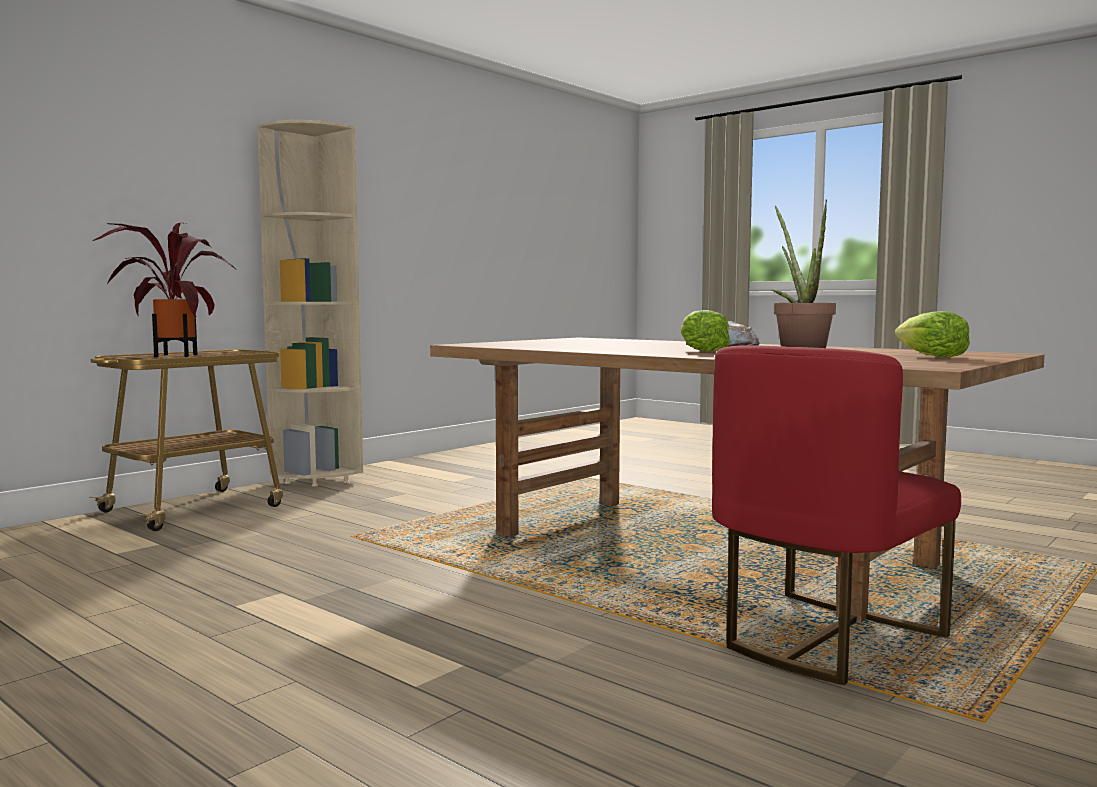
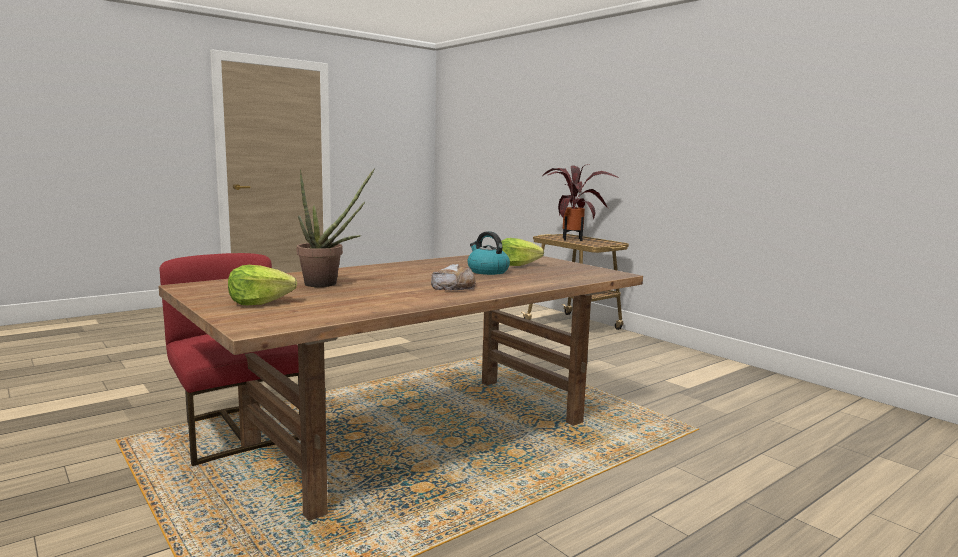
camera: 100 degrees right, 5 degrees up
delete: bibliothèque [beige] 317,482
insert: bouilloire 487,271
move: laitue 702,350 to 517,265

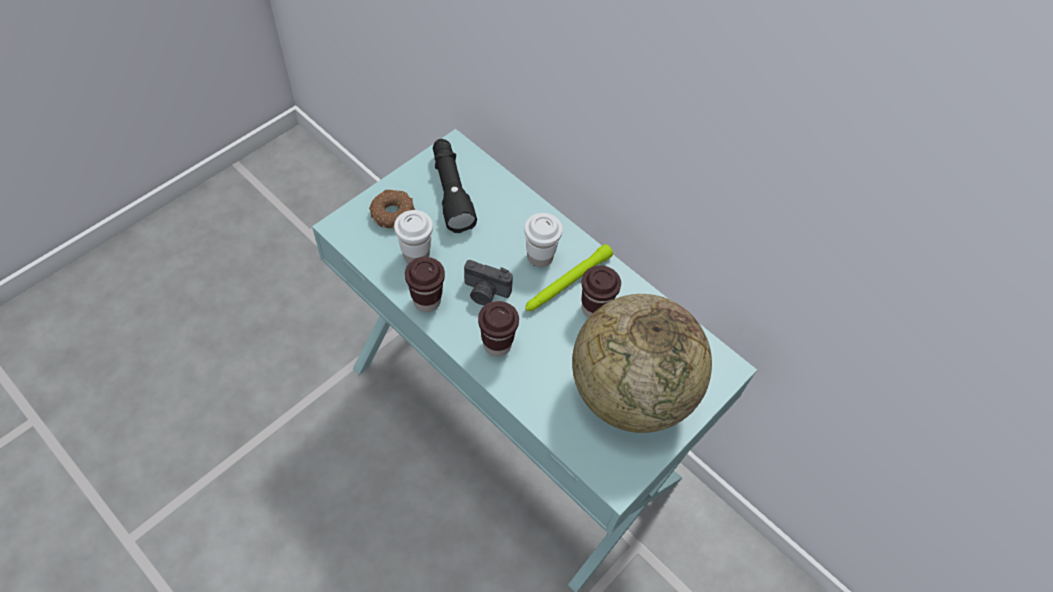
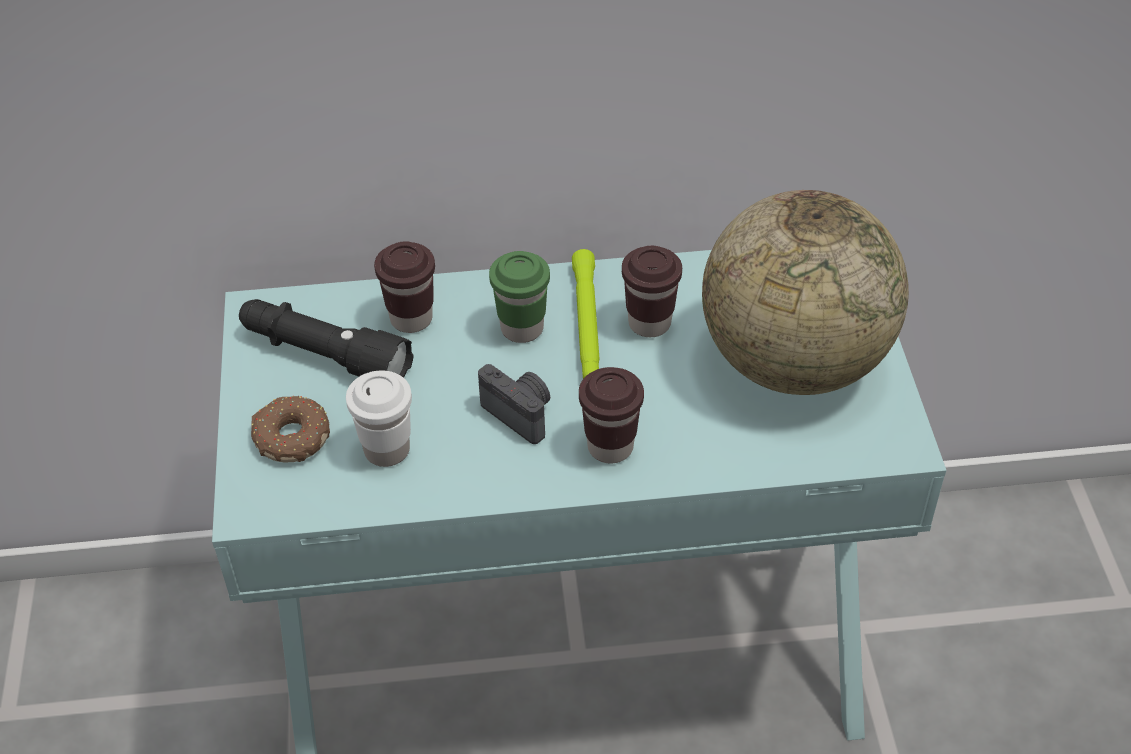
camera: 45 degrees left, 10 degrees down
move: tasse [marron] 427,301 to 411,319
recolor: tasse [blanc] 540,257 to tasse [vert] 522,328
rotate: appareil photo 485,292 = 521,413 105 degrees counterclockwise

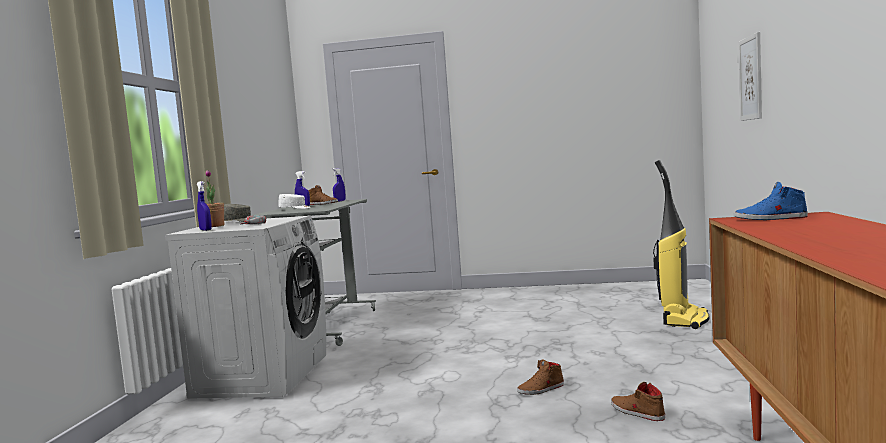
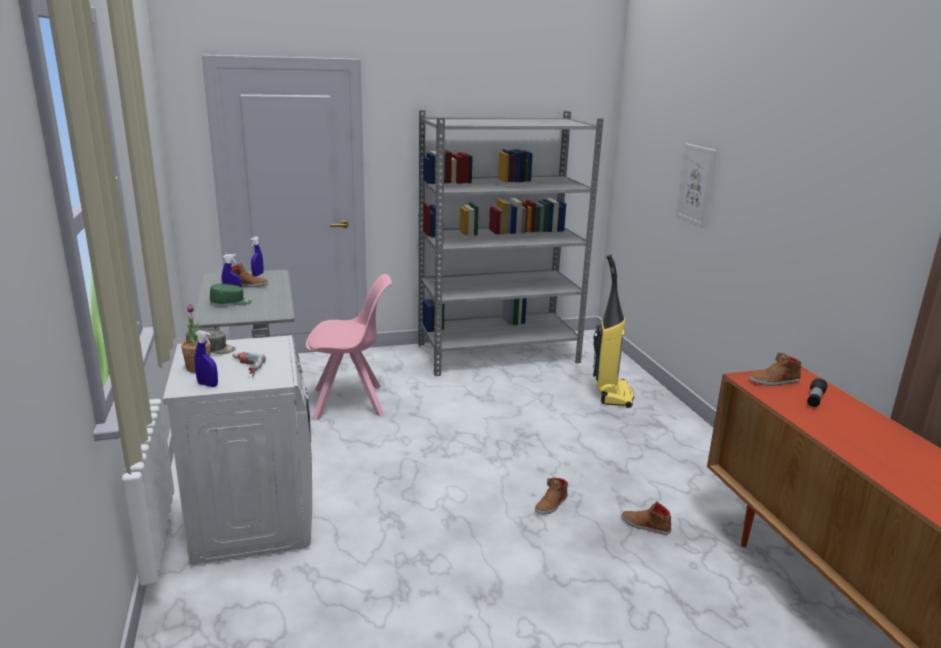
camera: 25 degrees left, 15 degrees up
insert: chaise [rose] 350,402; bibliothèque [gris] 498,353; lampe de poche 814,399
recolor: casquette [blanc] 295,209 to casquette [vert] 231,303; chaussure [bleu] 771,218 to chaussure [marron] 774,381

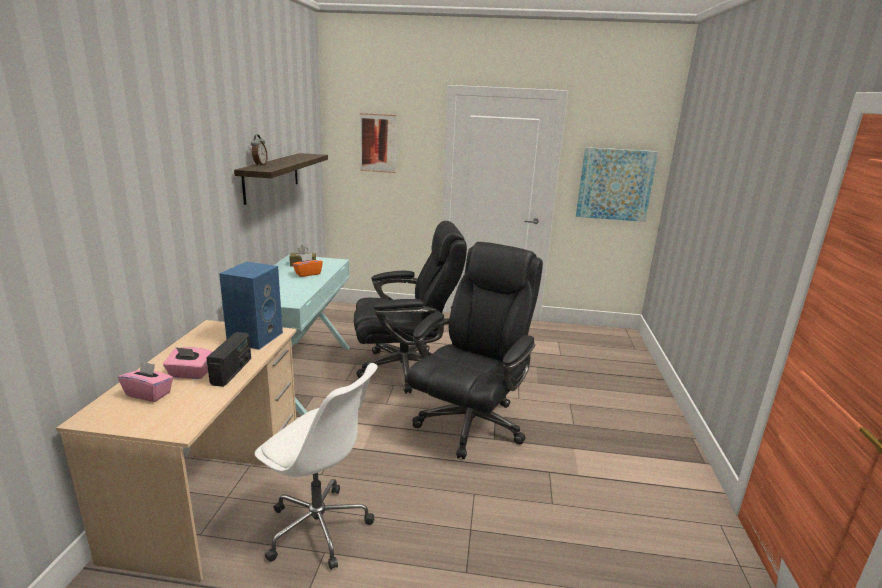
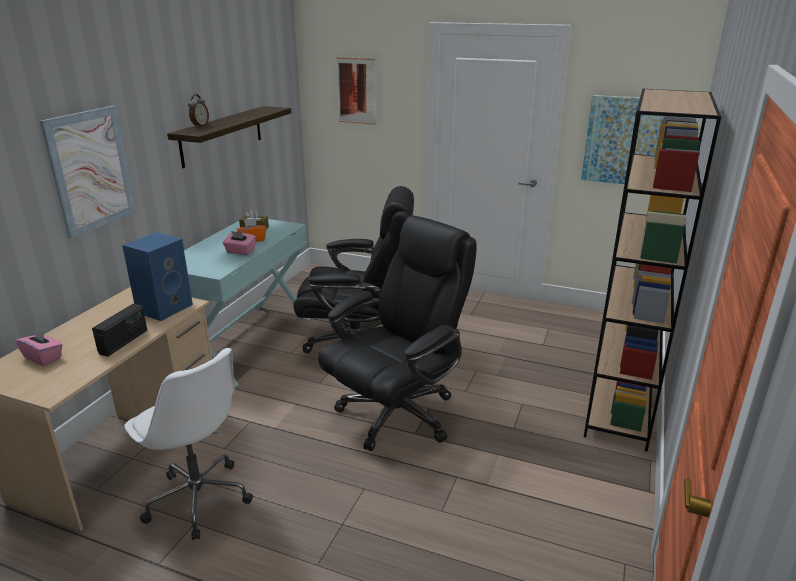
camera: 15 degrees right, 5 degrees up
insert: tableau 91,170; bibliothèque [beige] 620,407
move: boîte à mouchoirs [rose] 190,374 to 240,251

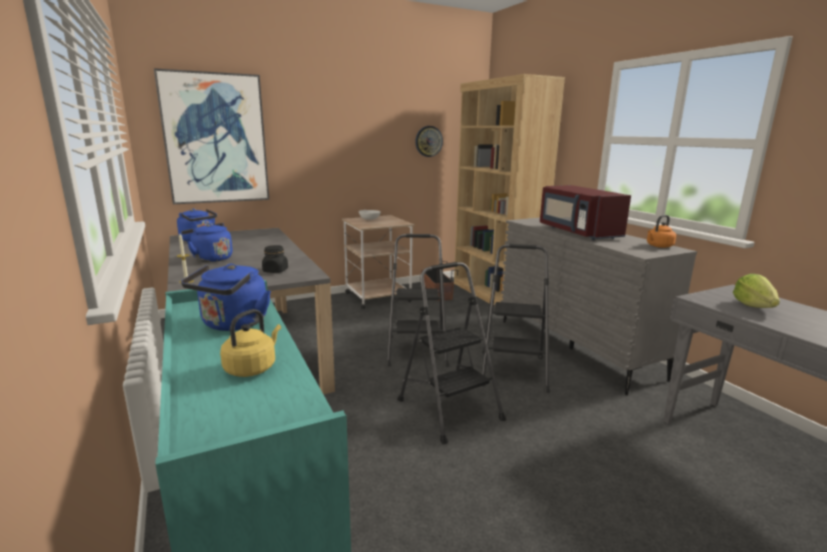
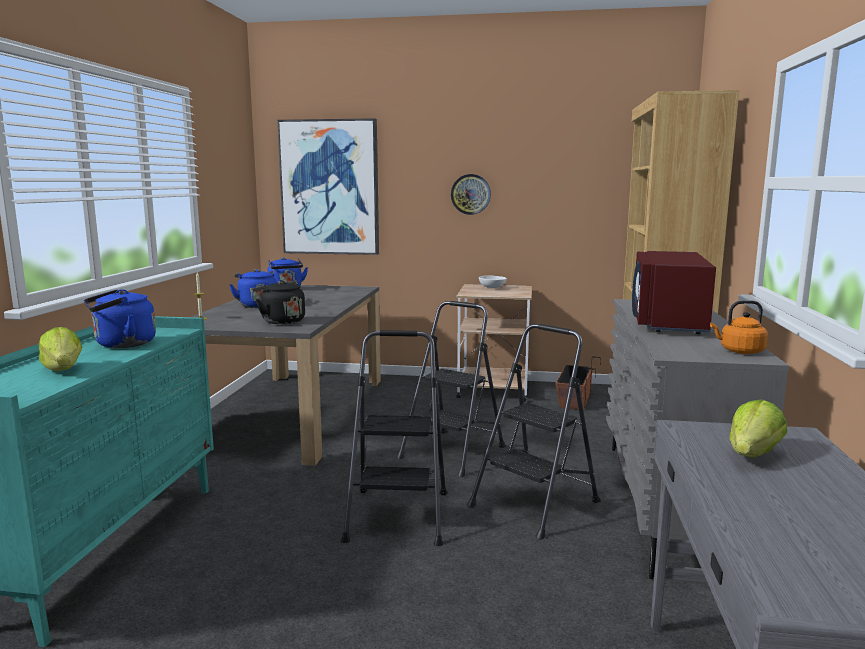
camera: 35 degrees right, 5 degrees down
move: horloge murale 428,141 to 470,194
replace: bouilloire [jaune] 252,368 to laitue 63,370; bocal [noir] 275,271 to bouilloire [noir] 281,321

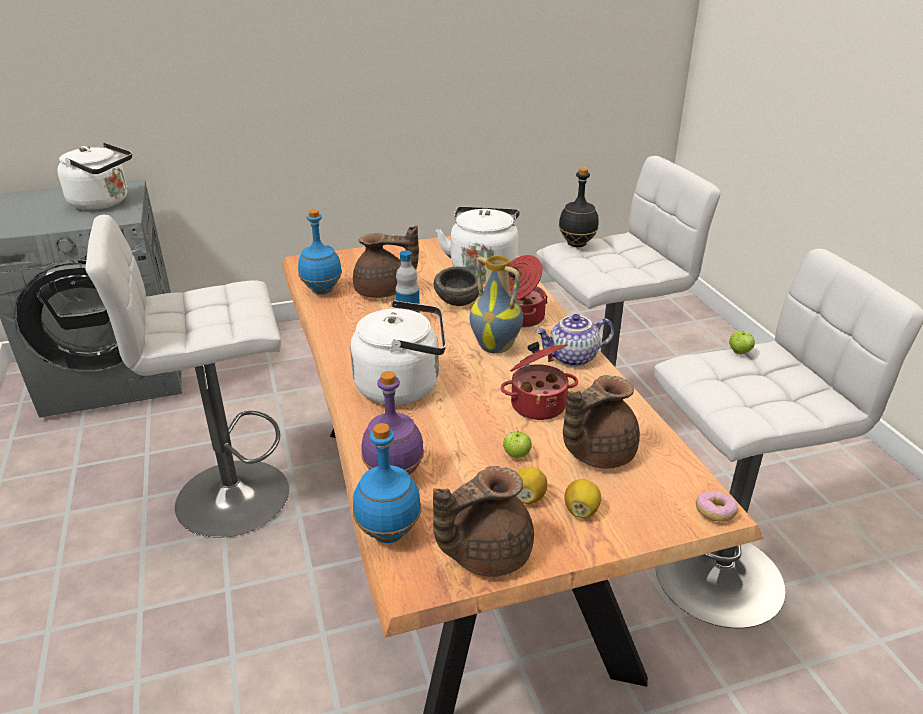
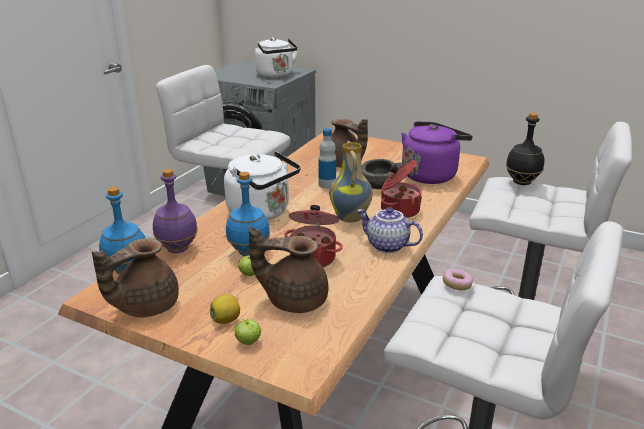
camera: 45 degrees right, 5 degrees down
delete: citron 528,497
move: bouteille [bleu] 322,291 to 248,252; pomme 739,352 to 248,342; beignet 714,513 to 456,285
recolor: bouilloire [blanc] 483,268 to bouilloire [violet] 431,175
rotate: théière [marron] 485,553 = 145,306 60 degrees counterclockwise

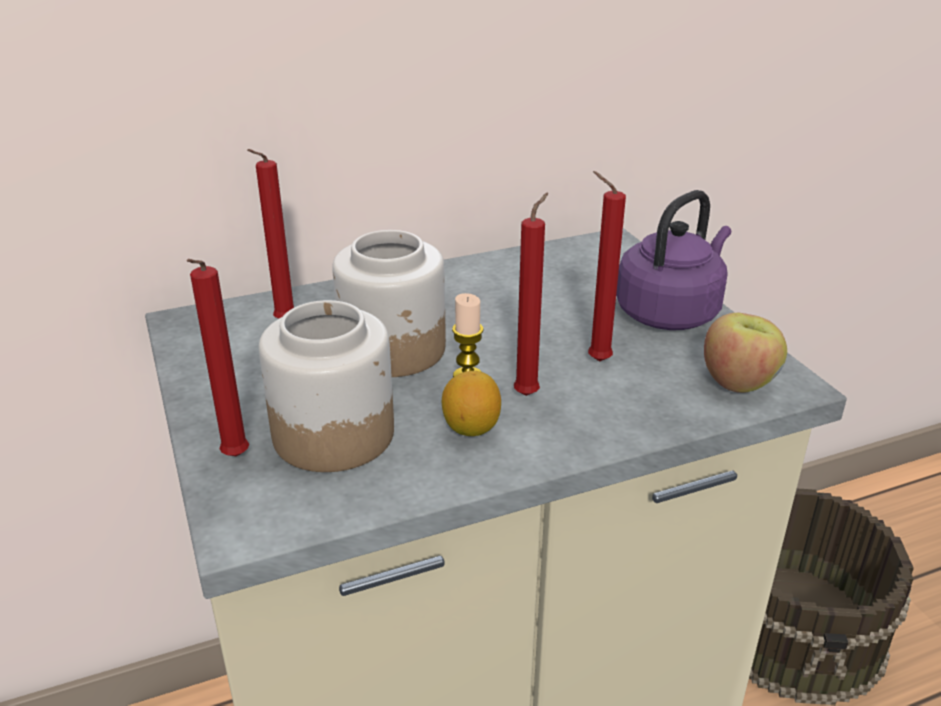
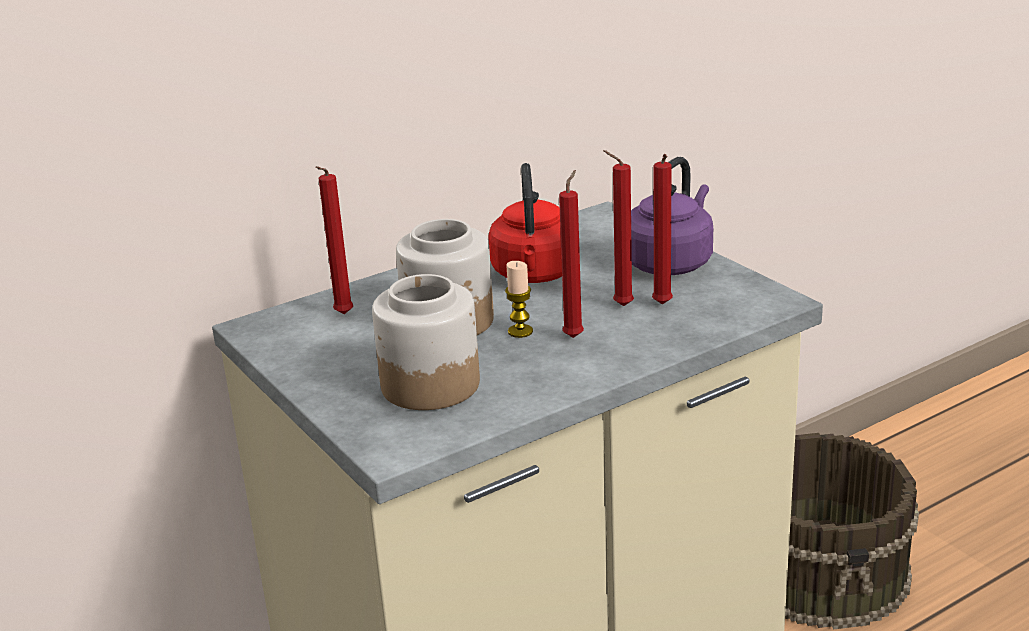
camera: 10 degrees left, 5 degrees down
delete: citron 471,428; pomme 738,382
insert: bouilloire [rouge] 535,275
move: bougie [rouge] 233,459 to 662,306

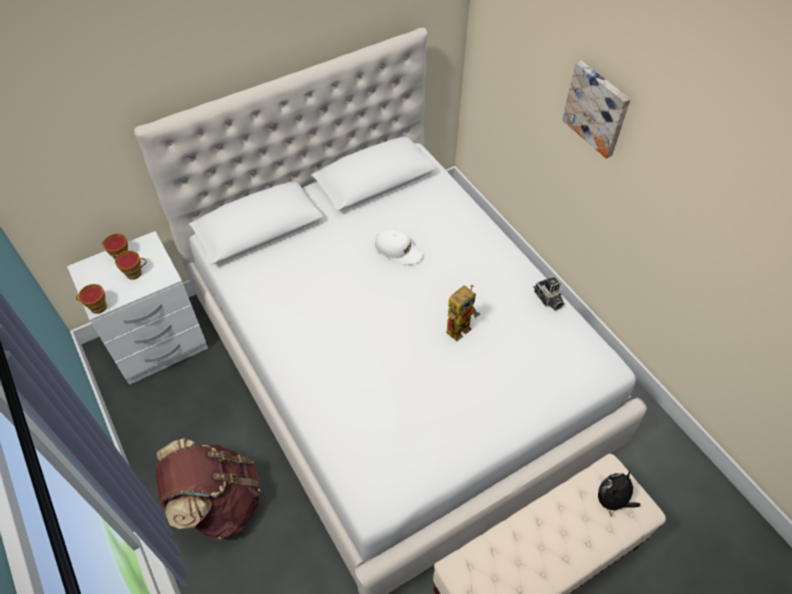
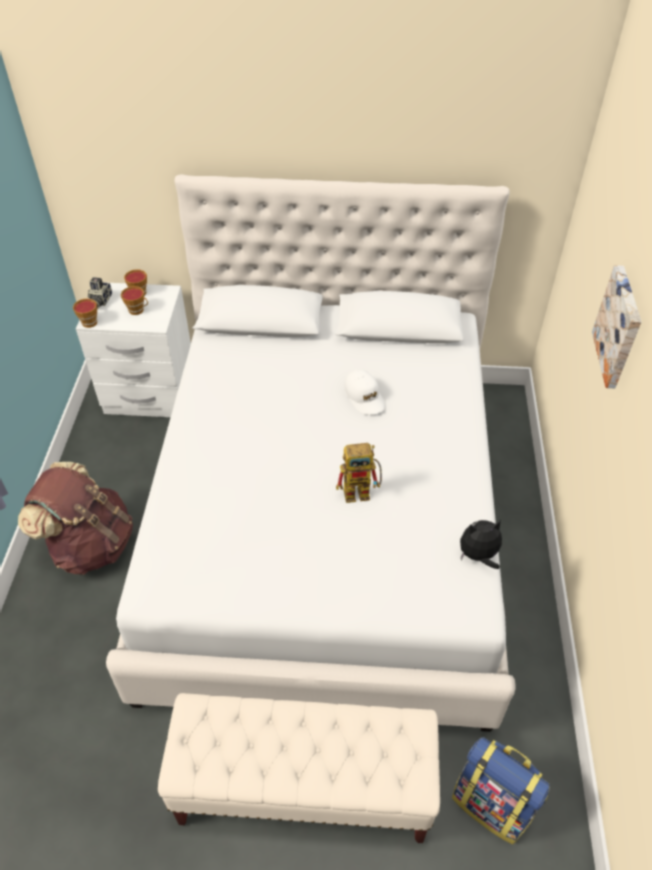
camera: 35 degrees right, 5 degrees down
insert: sac à dos 493,803
move: appareil photo 547,299 to 99,301; peluche 612,501 to 478,556

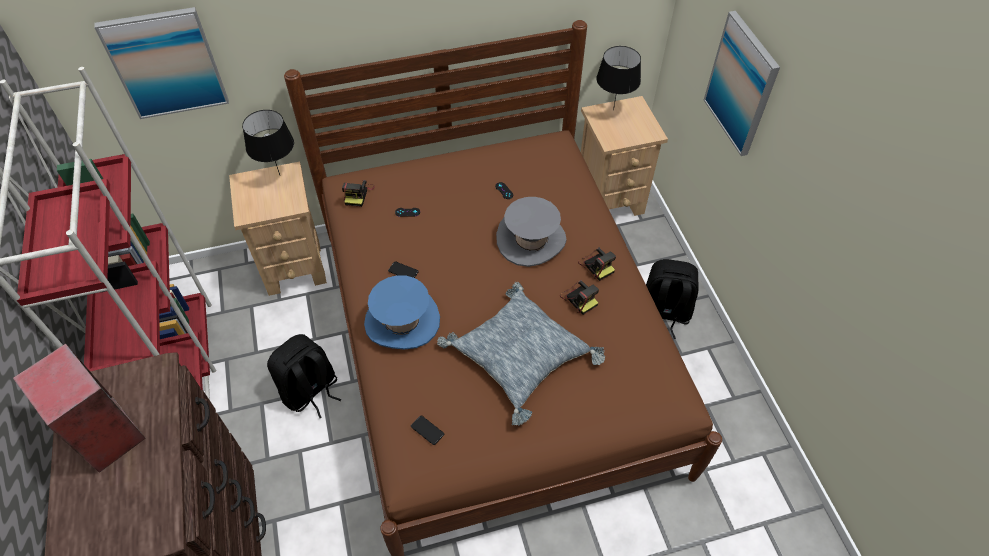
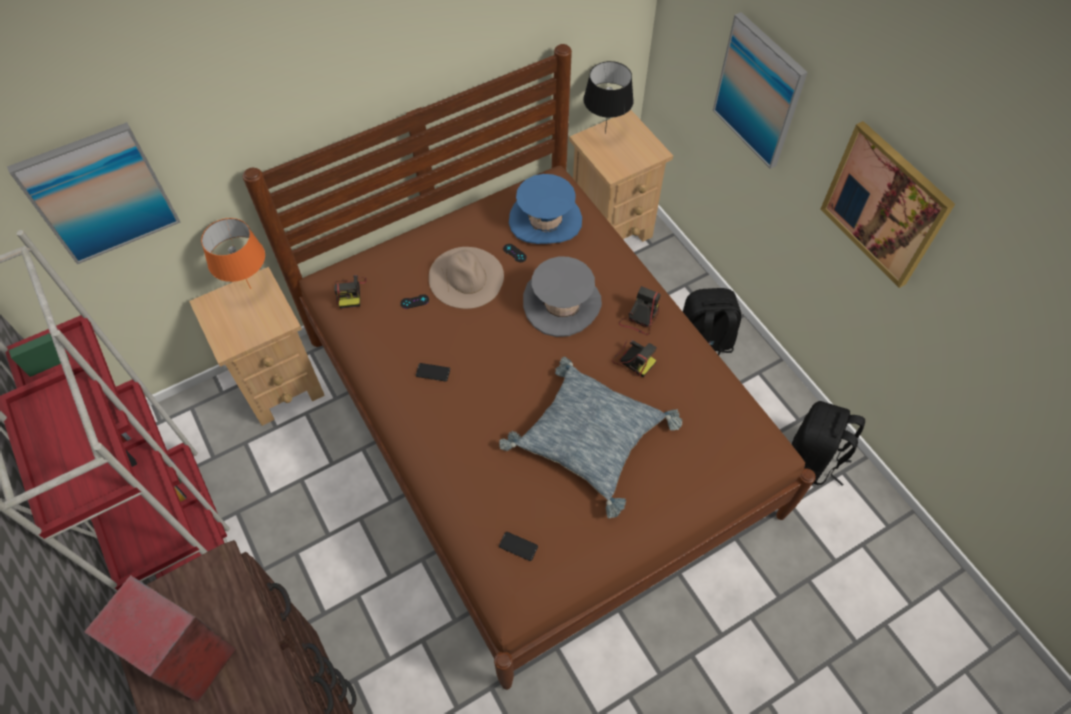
camera: 15 degrees left, 5 degrees up
insert: chapeau [beige] 466,277; tableau 885,205
move: chapeau [bleu] 402,321 to 545,220; sac à dos [noir] 310,391 to 812,460
recolor: lampe de table [noir] 279,175 to lampe de table [orange] 250,289
rotate: appareil photo 596,265 = 640,317 105 degrees counterclockwise

